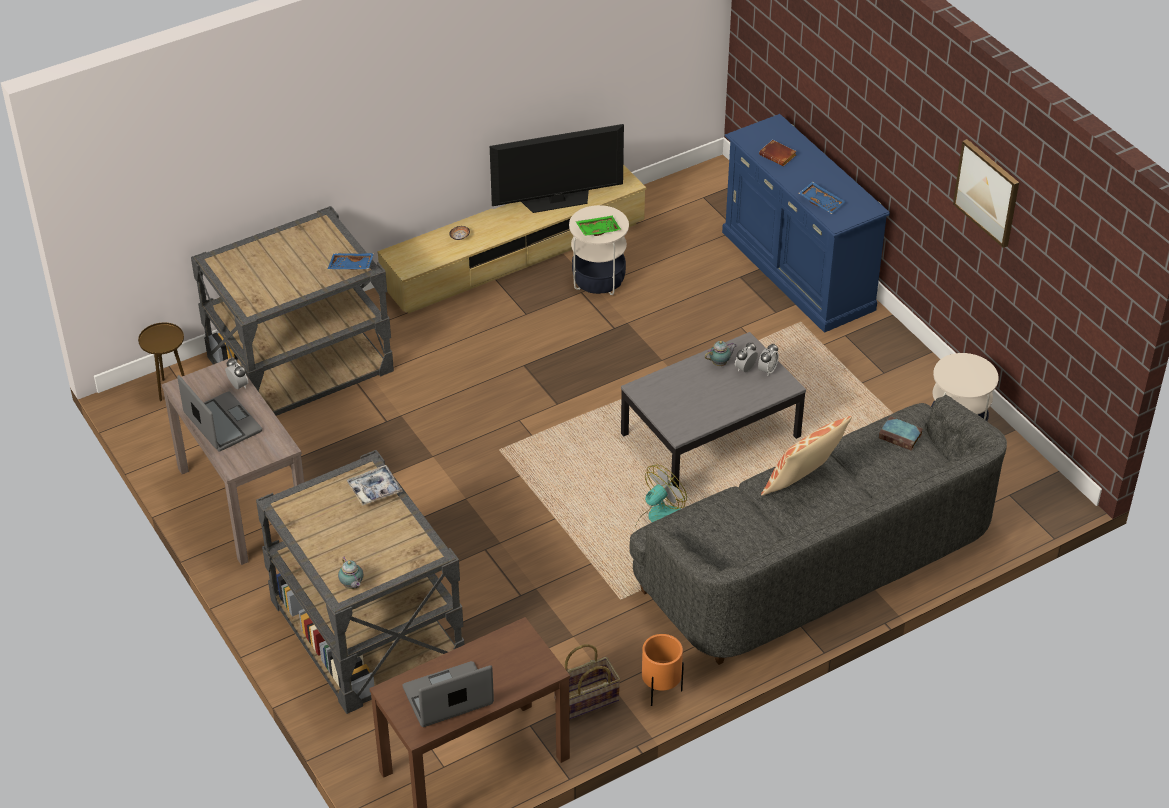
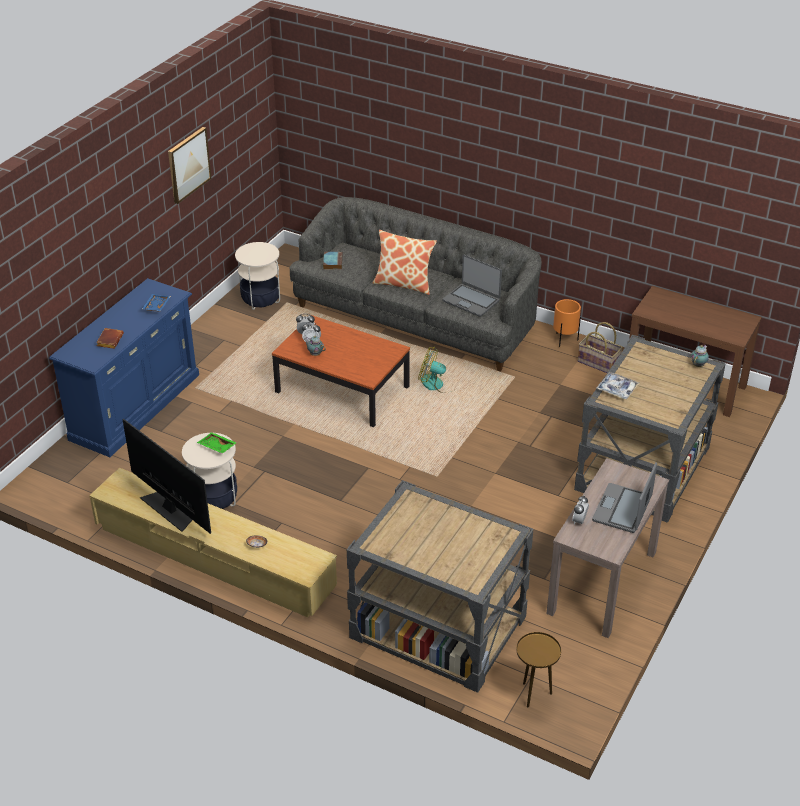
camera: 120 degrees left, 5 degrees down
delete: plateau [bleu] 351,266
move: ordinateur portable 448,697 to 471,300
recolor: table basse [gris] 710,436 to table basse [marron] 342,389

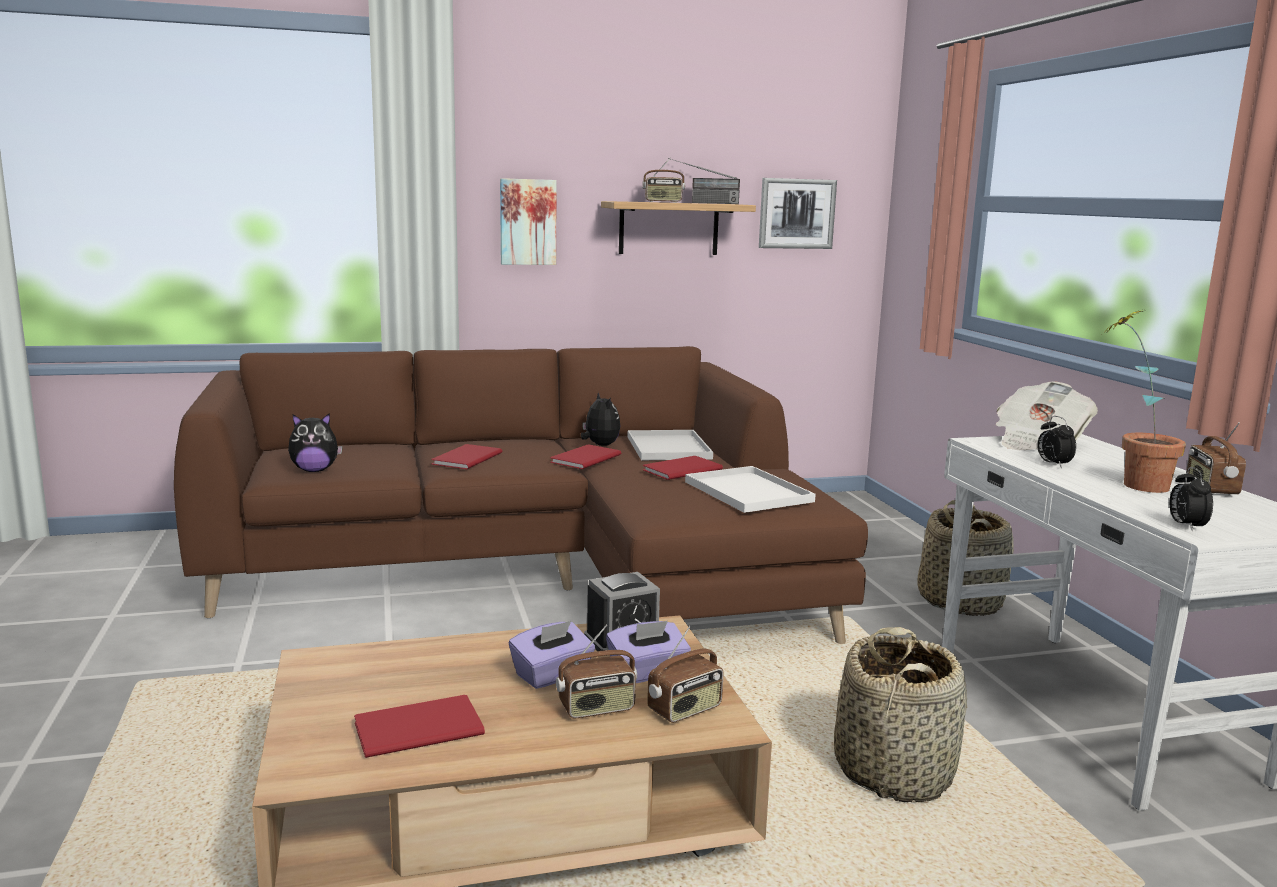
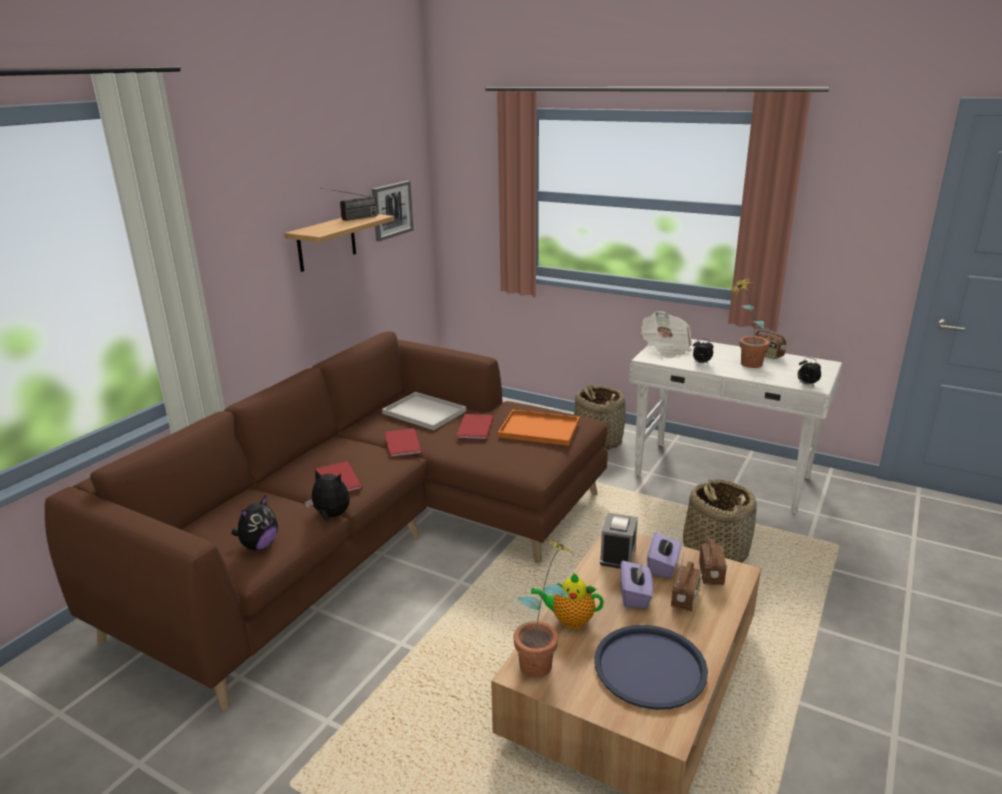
camera: 45 degrees left, 10 degrees up
delete: tableau 527,222; radio 663,202
insert: plante en pot 543,660; théière 569,620
move: peluche 599,445 to 331,516
replace: livre [rouge] 414,728 to plateau [bleu] 650,667
recolor: plateau [blanc] 745,491 to plateau [orange] 537,429

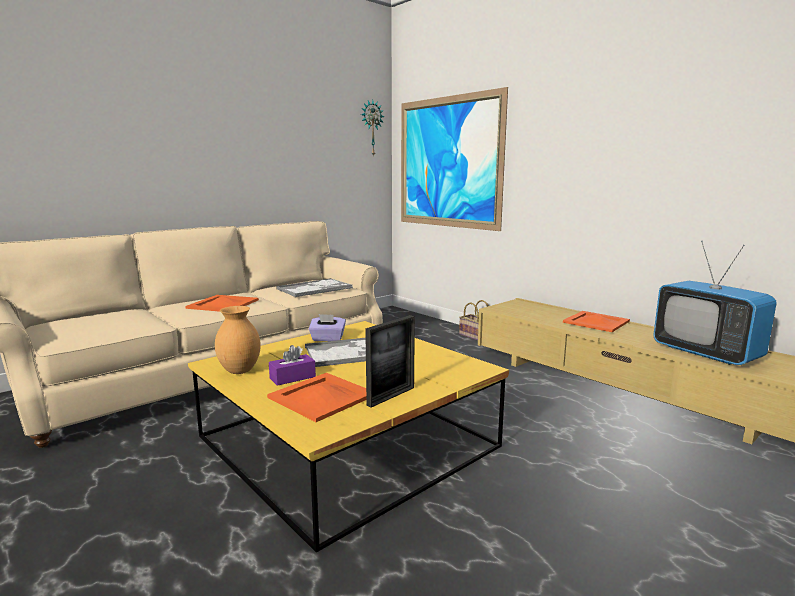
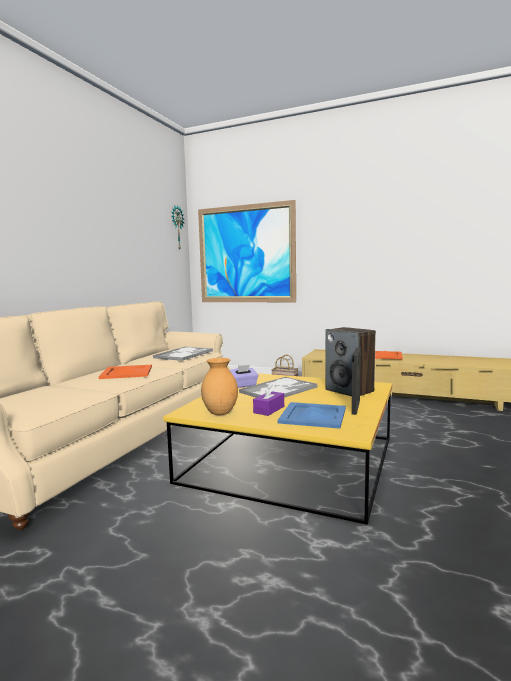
camera: 25 degrees left, 5 degrees down
delete: téléviseur 706,353
insert: enceinte 350,391
recolor: plateau [orange] 320,396 to plateau [bleu] 312,415

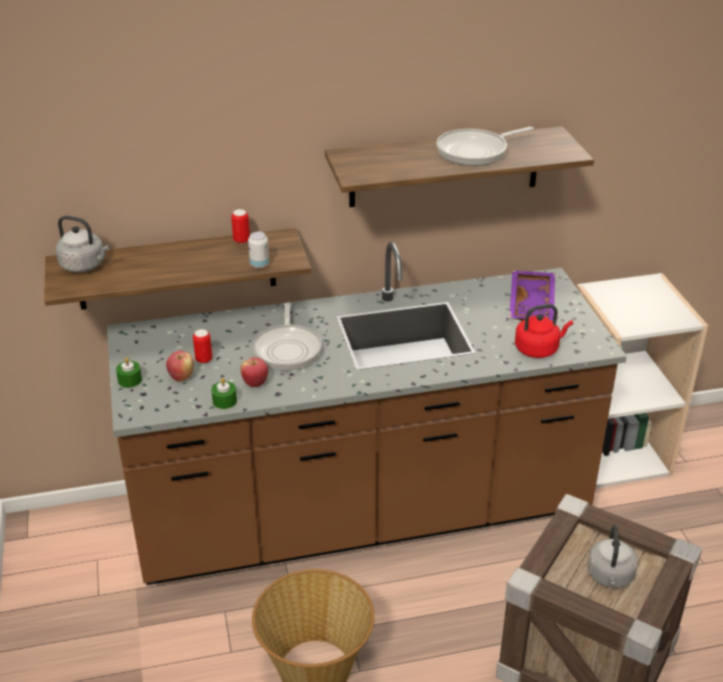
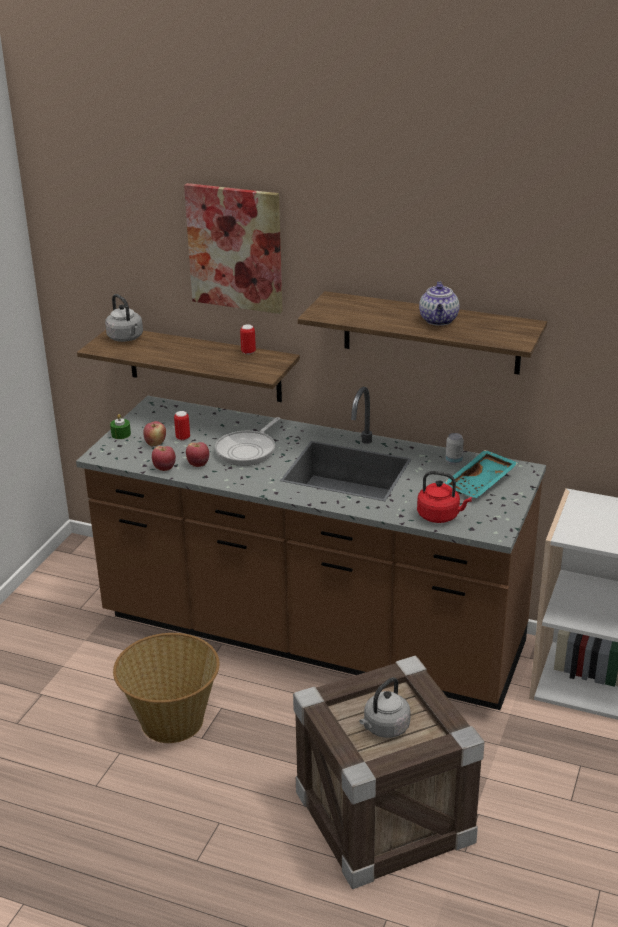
camera: 35 degrees right, 5 degrees down
insert: tableau 235,248
move: boîte métallique 259,264 to 453,461
replace: bougie [vert] 224,401 to pomme 164,468; poêle 476,151 to théière 439,321
recolor: plateau [violet] 533,304 to plateau [turquoise] 481,483

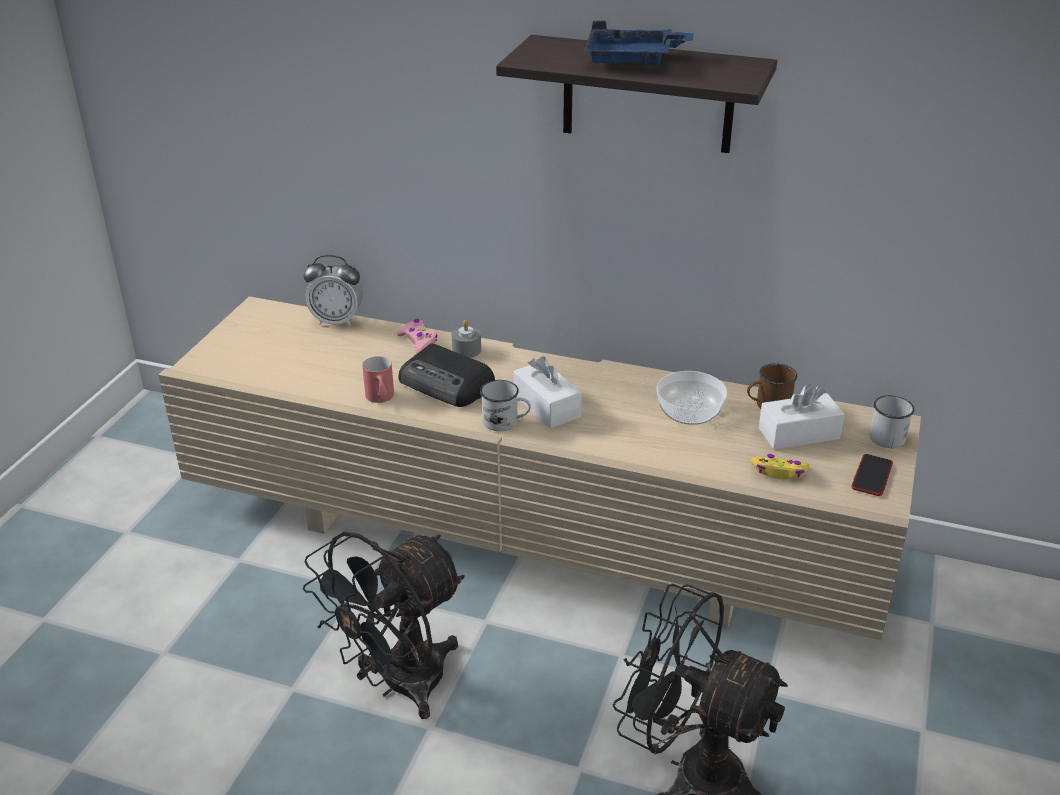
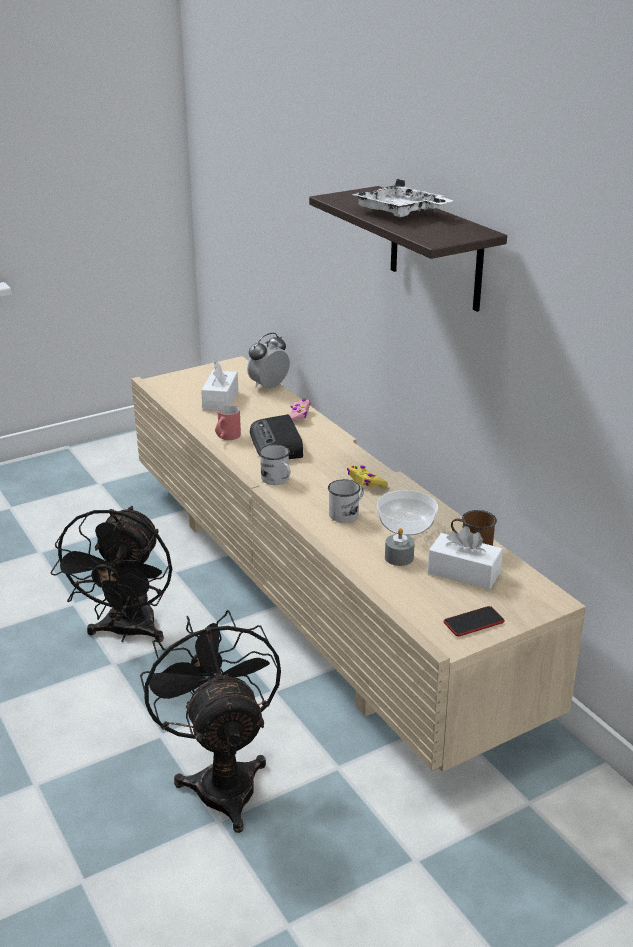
camera: 40 degrees right, 5 degrees down
move: boîte à mouchoirs [blanc] 546,406 to 220,400; mug [blanc] 886,434 to 347,513; manette [jaune] 779,472 to 365,481; bougie [gris] 466,350 to 399,557
recolor: plateau [bleu] 633,60 to plateau [blanc] 400,212
rotate: ventilateur [noir] 399,685 = 127,632 75 degrees counterclockwise; réveil 337,321 = 269,386 90 degrees clockwise

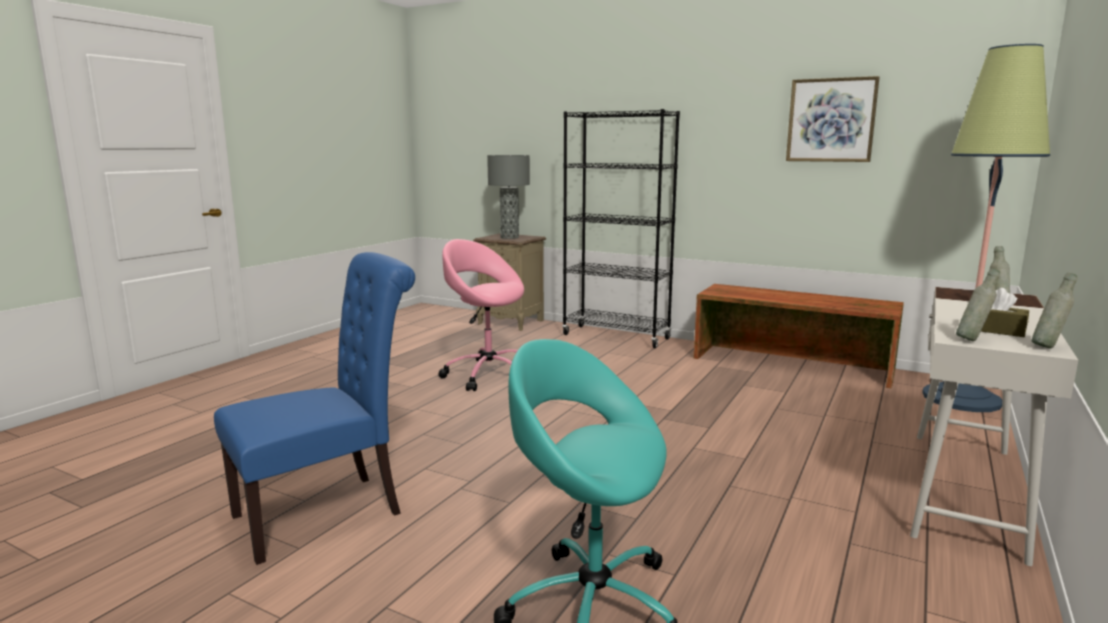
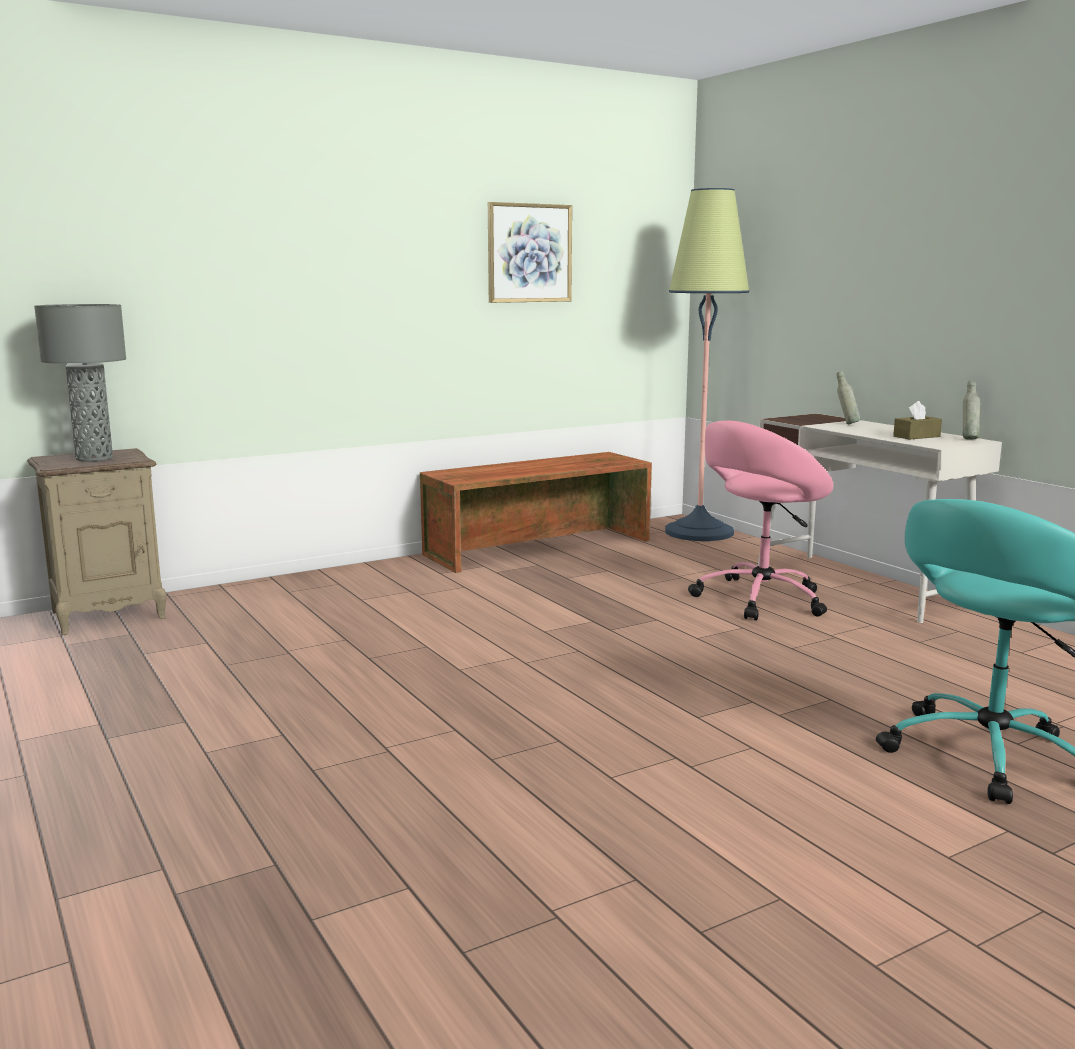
camera: 60 degrees left, 0 degrees up
delete: chaise [bleu] 328,512; bibliothèque [noir] 616,337; bouteille [gris] 973,340
move: chaise de bureau [rose] 487,374 to 757,600

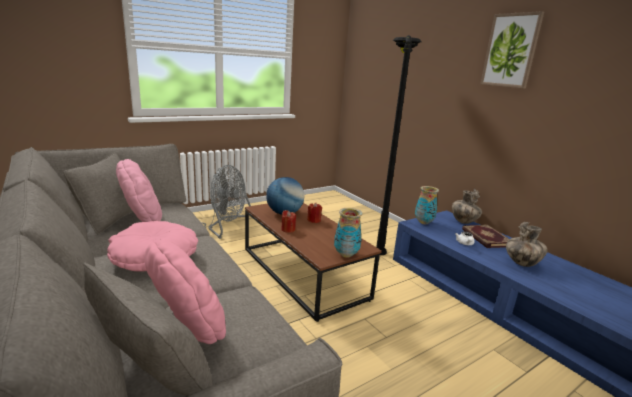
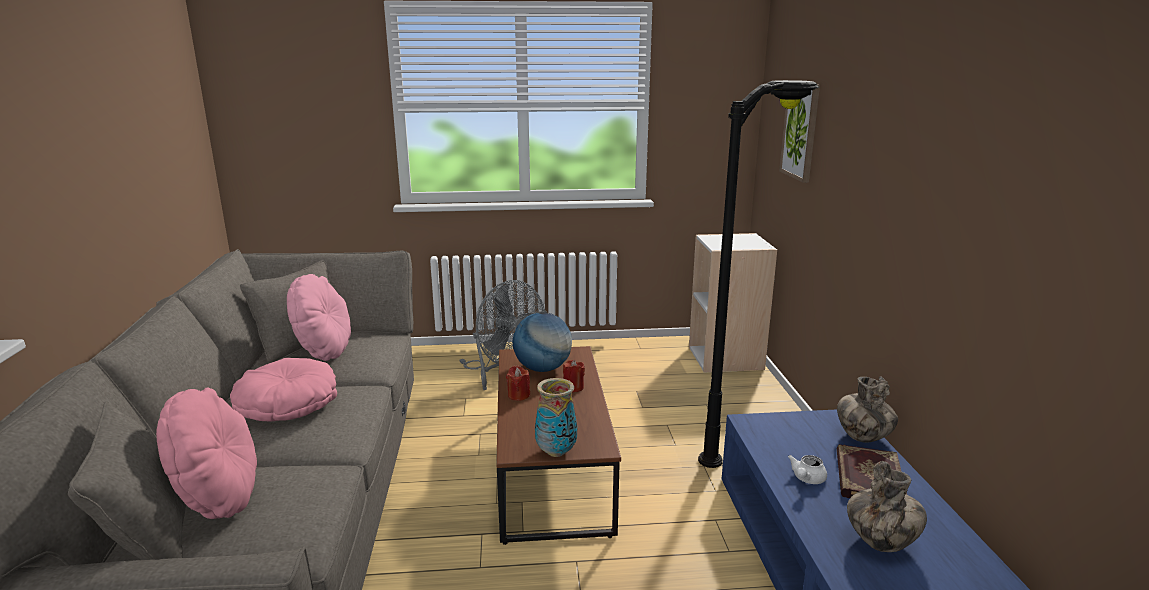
camera: 30 degrees right, 0 degrees up
delete: vase 423,222
insert: bibliothèque 725,358
move: tableau 511,50 to 801,130

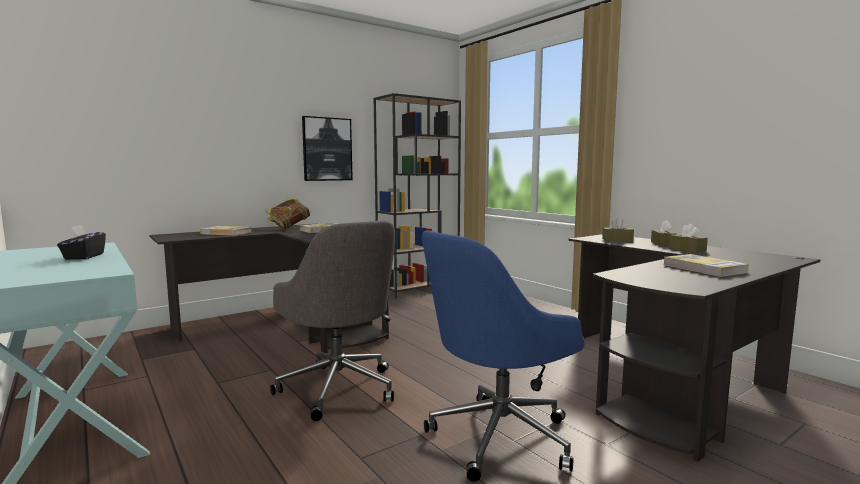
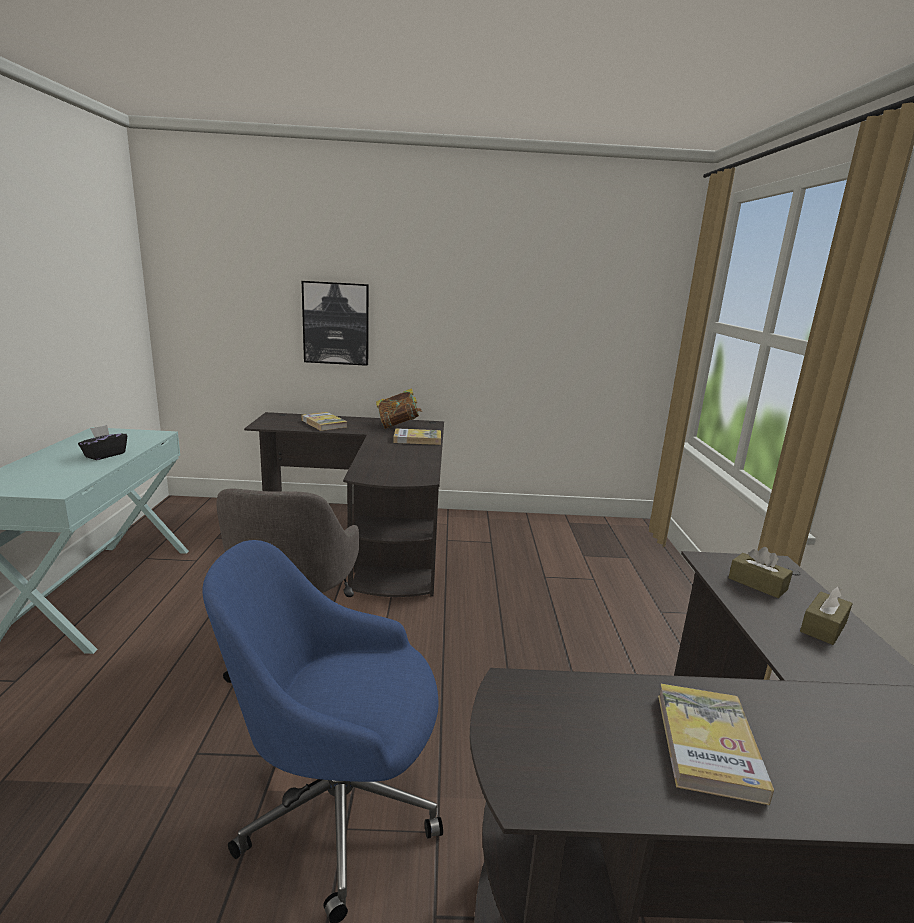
camera: 35 degrees right, 10 degrees up
delete: bibliothèque 418,289; boîte à mouchoirs [marron] 687,249
move: tableau 327,149 to 336,323

